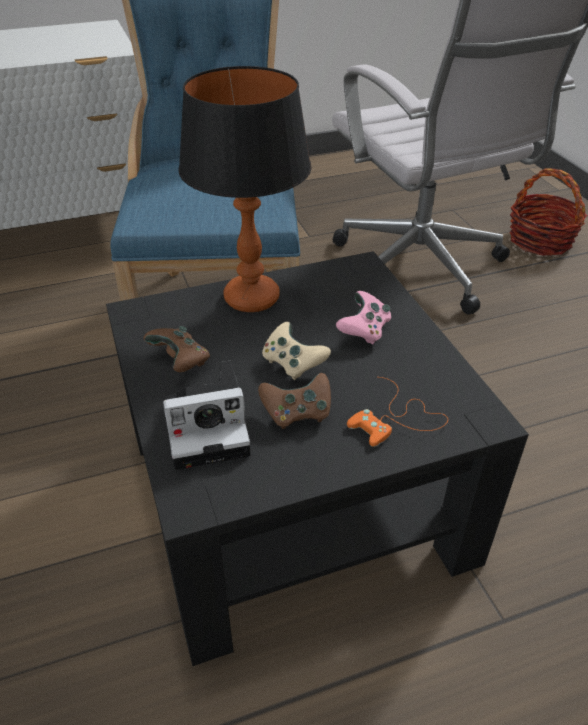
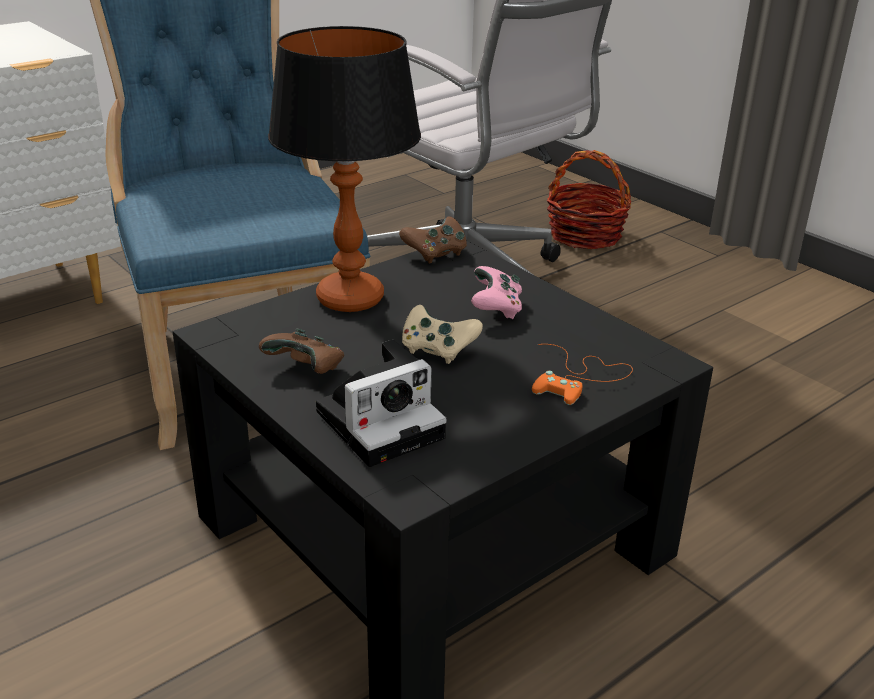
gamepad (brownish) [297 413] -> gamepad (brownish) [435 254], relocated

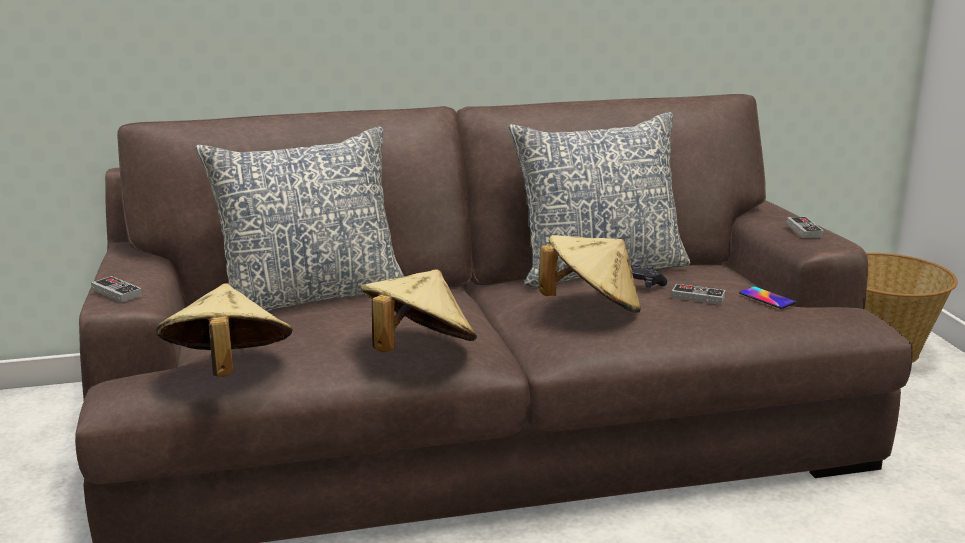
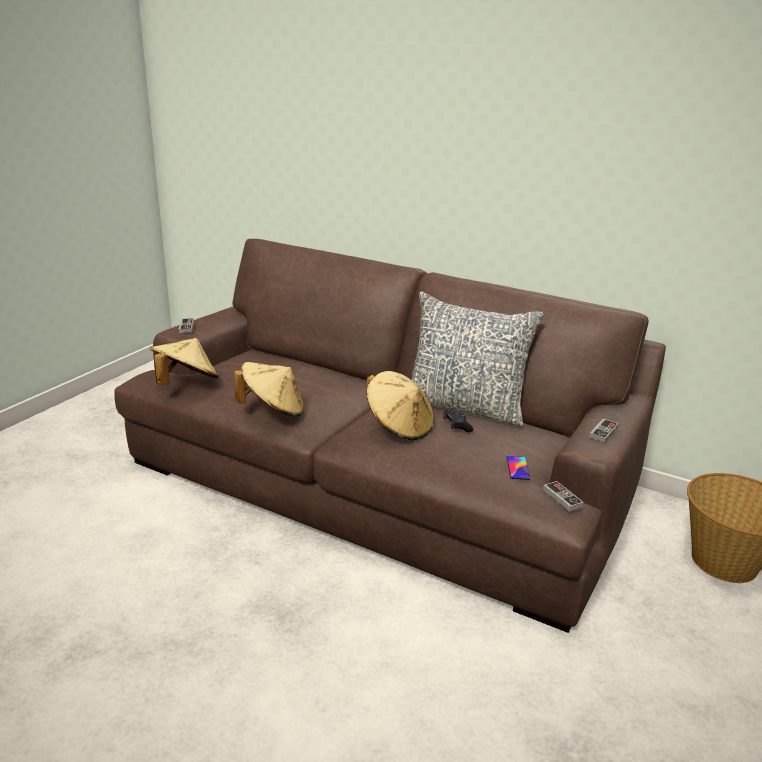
cushion [311 296] -> none
gamepad [698 297] -> gamepad [562 498], relocated

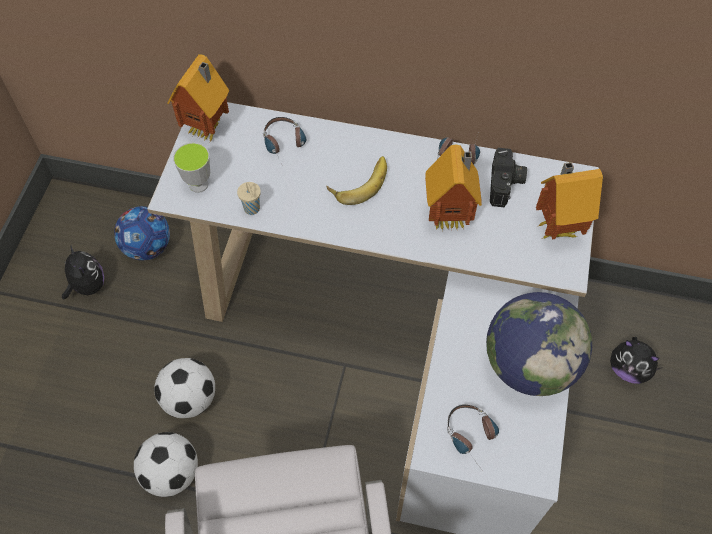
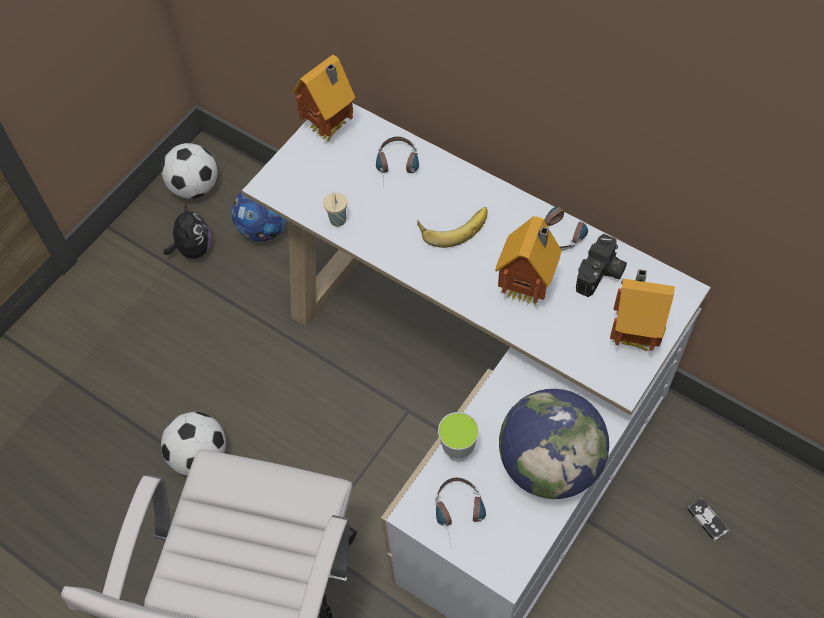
ball for football [190 398] -> ball for football [195 187], relocated
drinking cup [198 185] -> drinking cup [458 451], relocated
plush toy [628 369] -> gamepad [707 520]

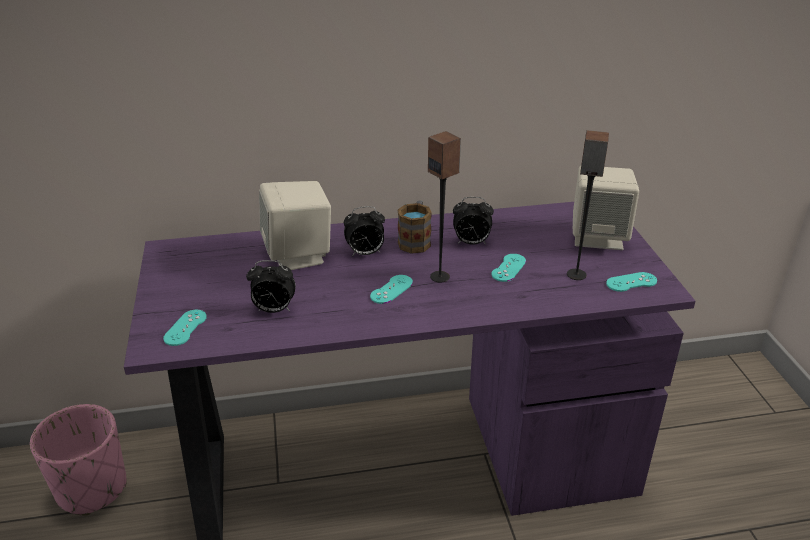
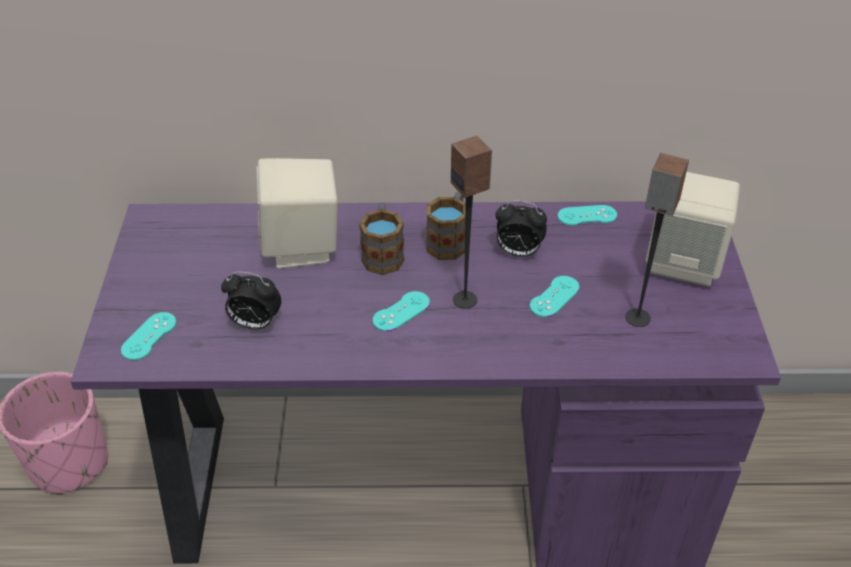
alarm clock [365 253] -> mug [383 253]
gamepad (blue-green) [631 282] -> gamepad (blue-green) [587 216], relocated

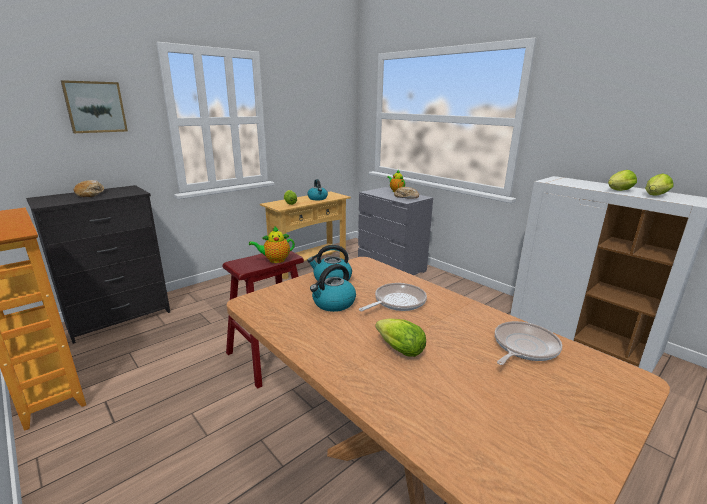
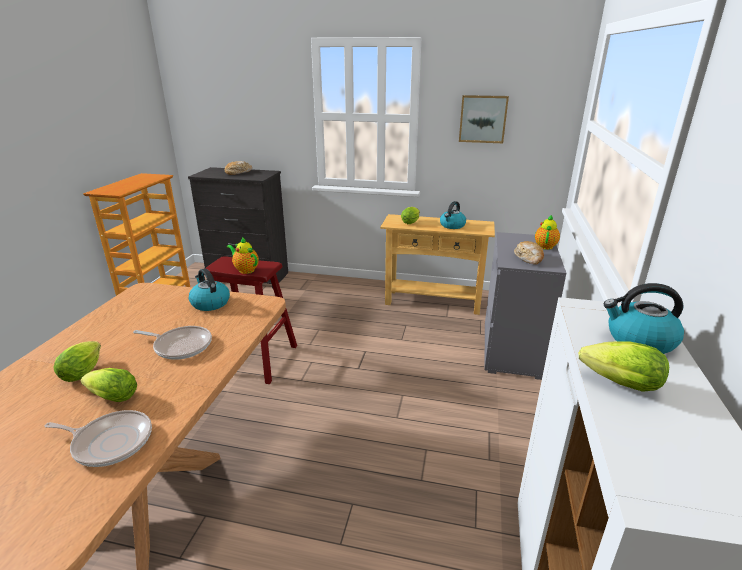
wall art [95 107] -> wall art [483 119], relocated
tea kettle [333 303] -> tea kettle [639 340], relocated
head of lettuce [654 196] -> head of lettuce [111 397], relocated

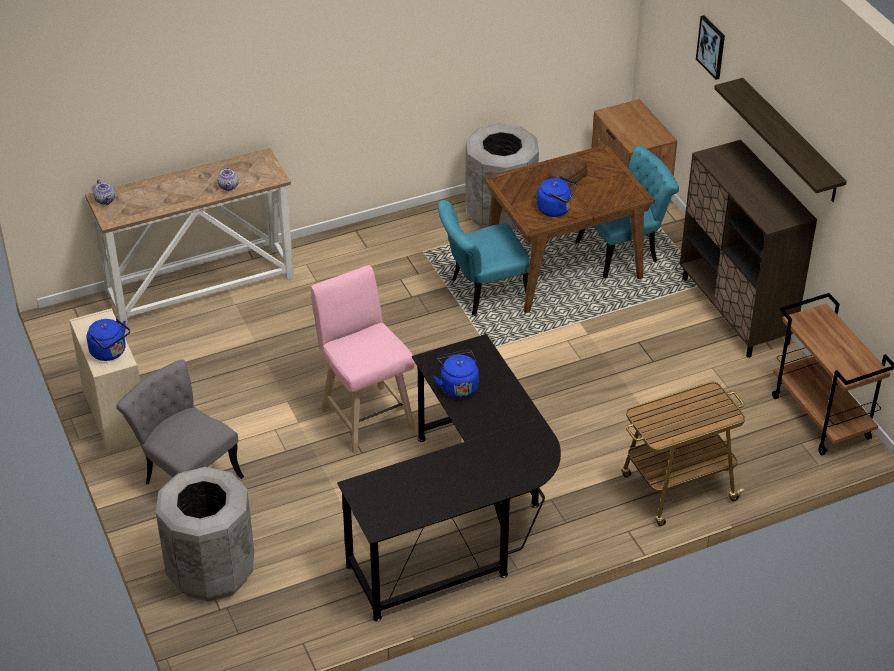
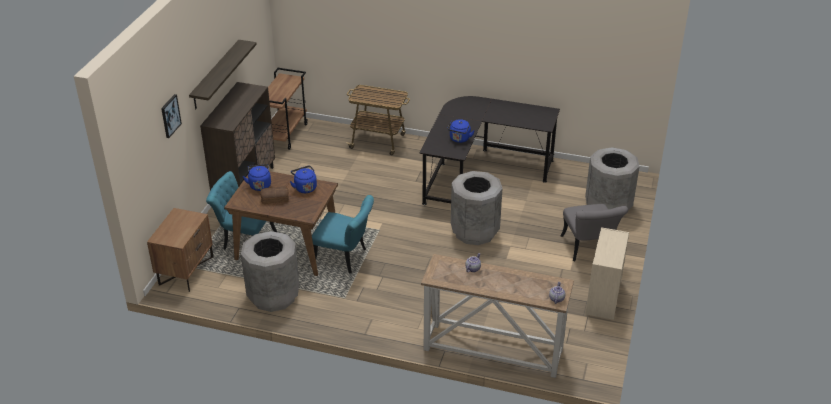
tea kettle (bluish) [110 352] -> tea kettle (bluish) [259 185], relocated
stool (pink-coloured) [365 416] -> trash can (greyish) [474 232]

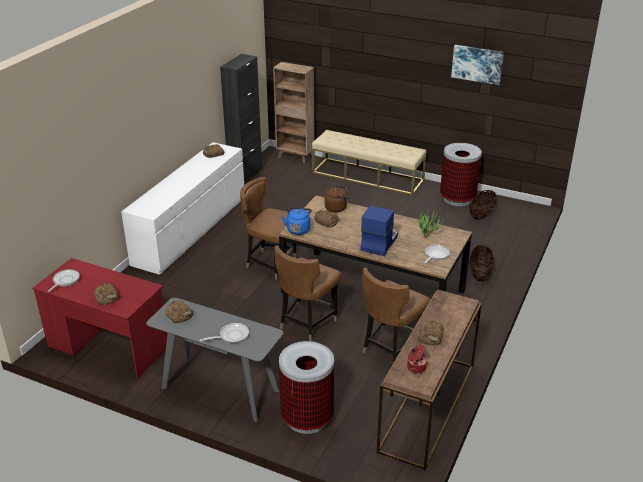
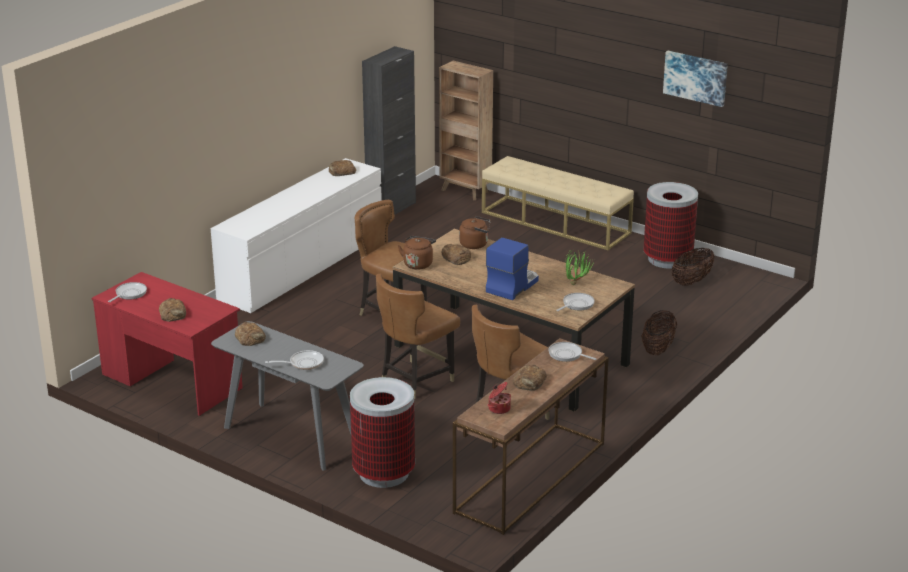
tea kettle (bluish) [298 229] -> tea kettle (brownish) [418 263]
none -> frying pan [567 355]

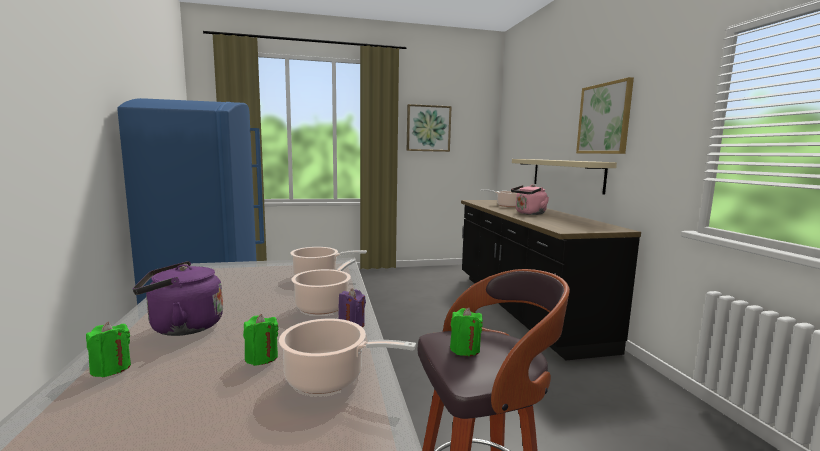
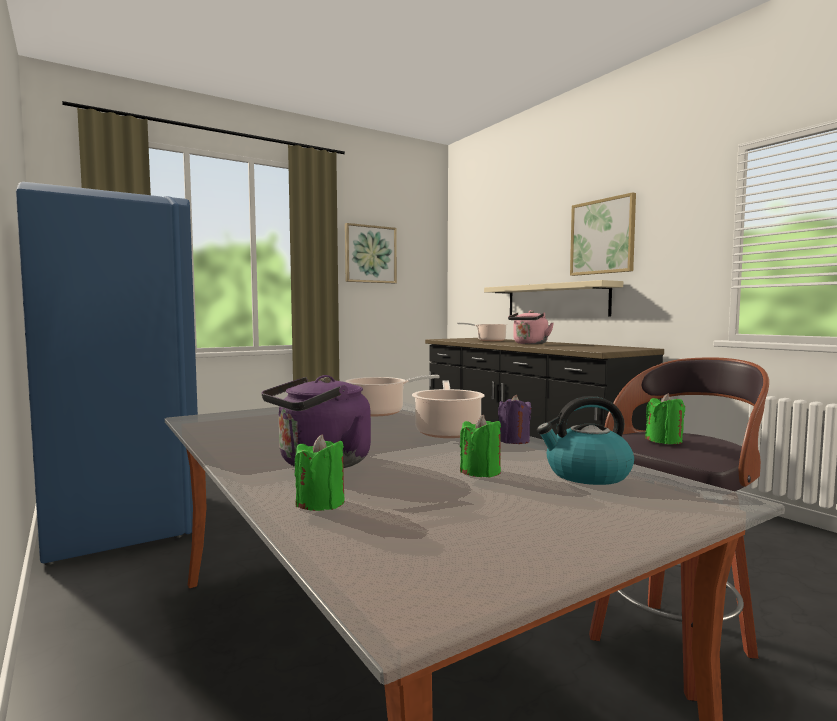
stockpot [329 378] -> tea kettle [586 475]

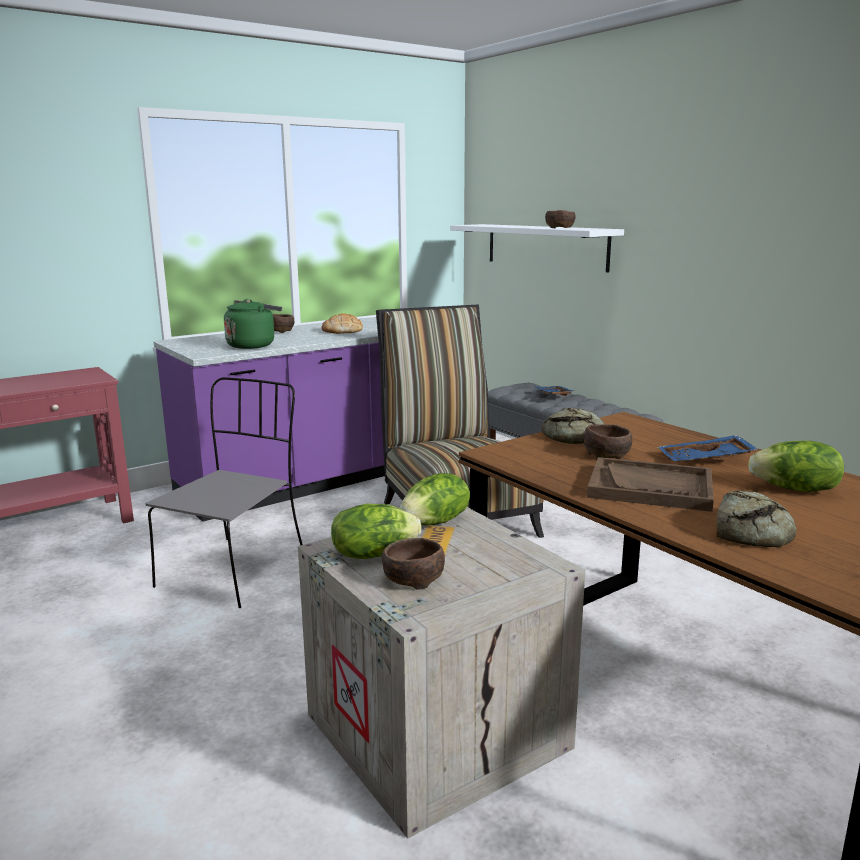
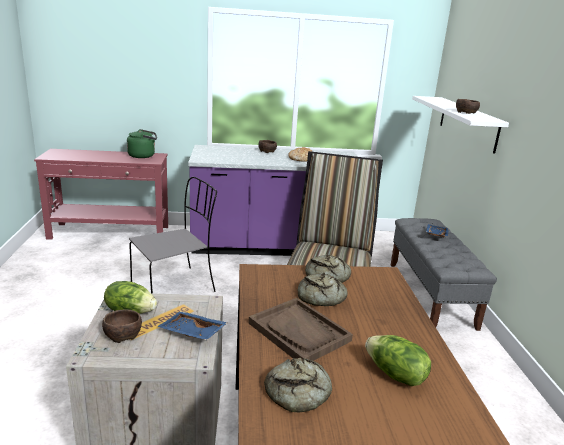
tea kettle (greenish) [253 345] -> tea kettle (greenish) [143 156], relocated
head of lettuce [436 522] -> none
bowl (brownish) [607 454] -> bread [320 297]
serving tray (bluish) [706 460] -> serving tray (bluish) [191 333], relocated

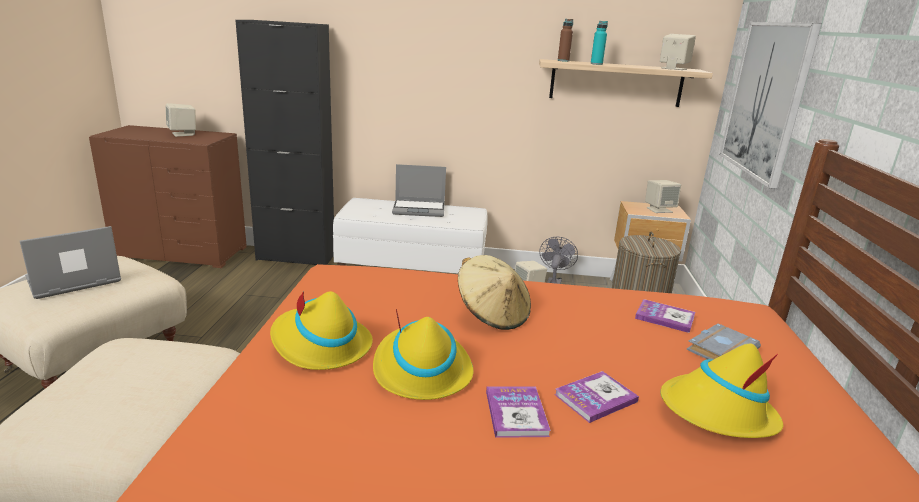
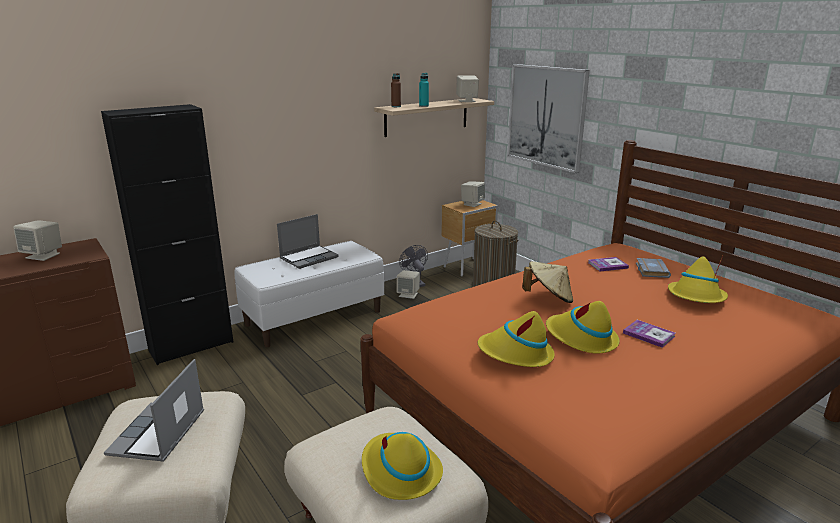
volume [595 398] -> none
none -> hat (yellow-coloured) [400 471]

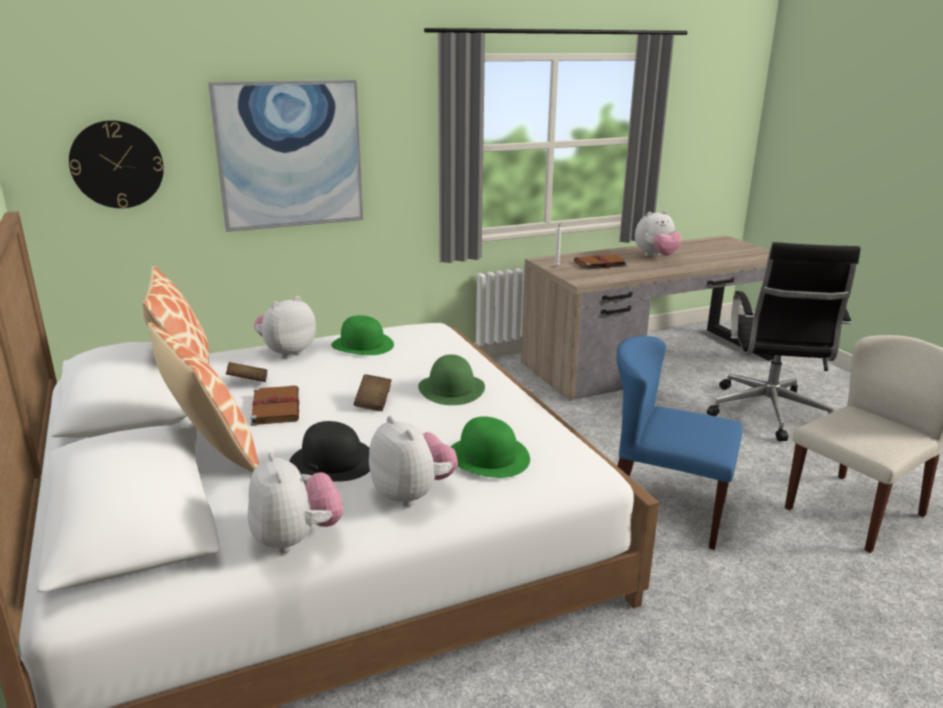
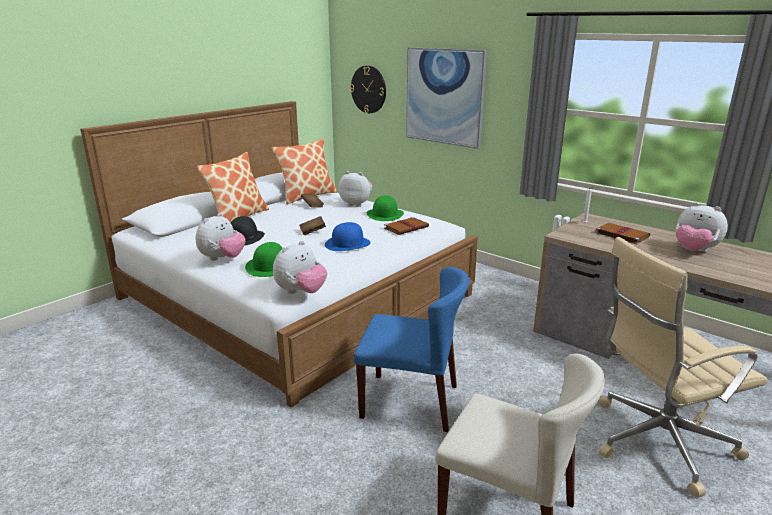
plush toy [296 539] -> plush toy [301 292], relocated
volume (brownish) [275 407] -> volume (brownish) [407 227], relocated
hat (greenish) [451 389] -> hat (bluish) [347 243]
plain chair (bluish) [664 511] -> plain chair (bluish) [411 401], 105 degrees clockwise
computer chair (black-coloured) [768 414] -> computer chair (sand-coloured) [656 442]

